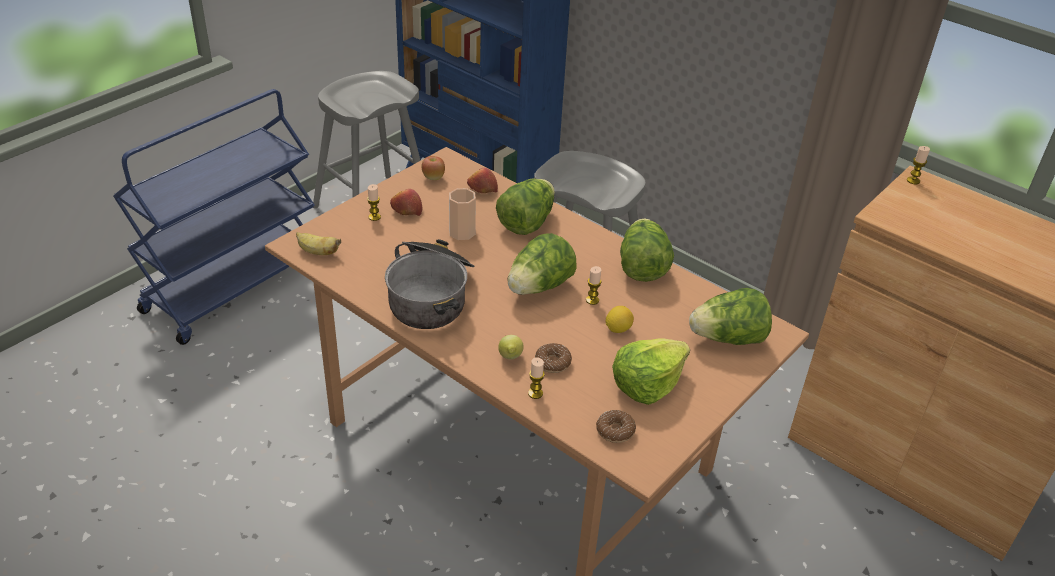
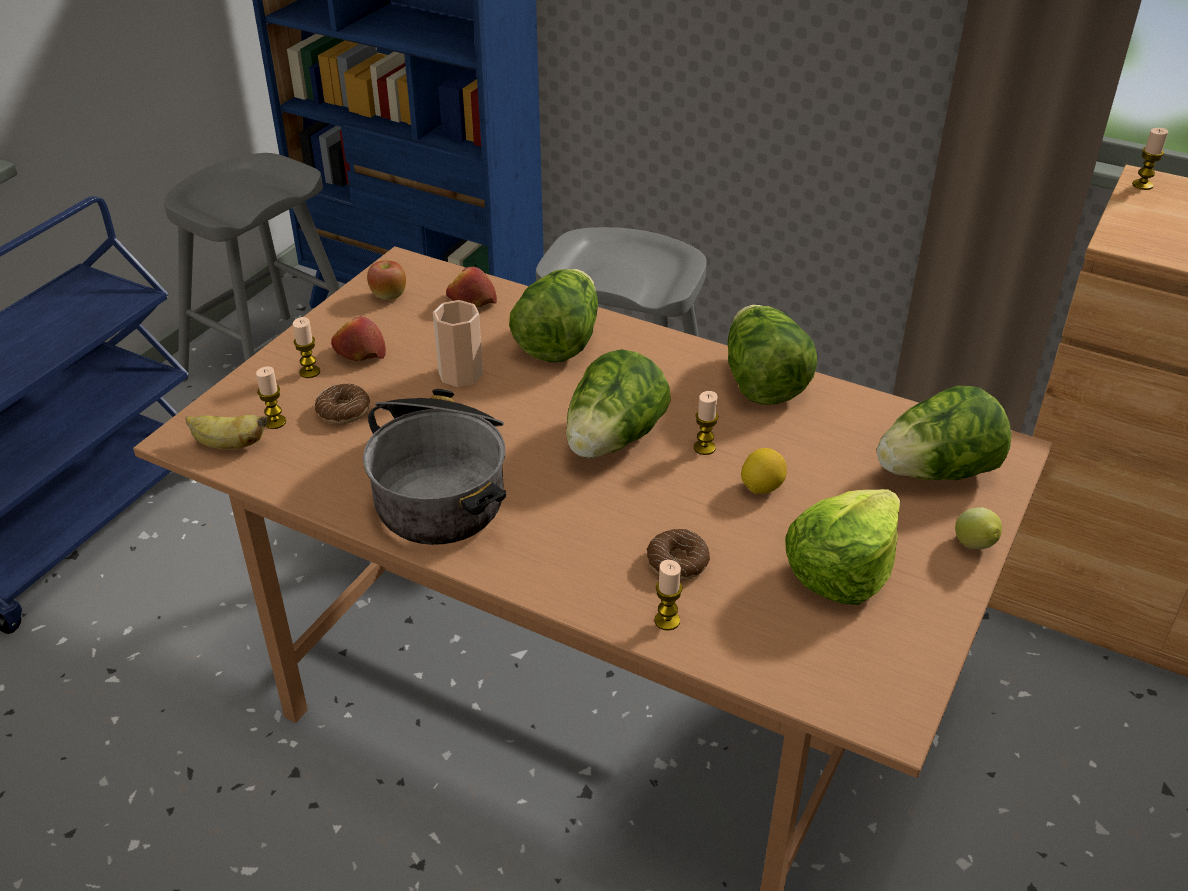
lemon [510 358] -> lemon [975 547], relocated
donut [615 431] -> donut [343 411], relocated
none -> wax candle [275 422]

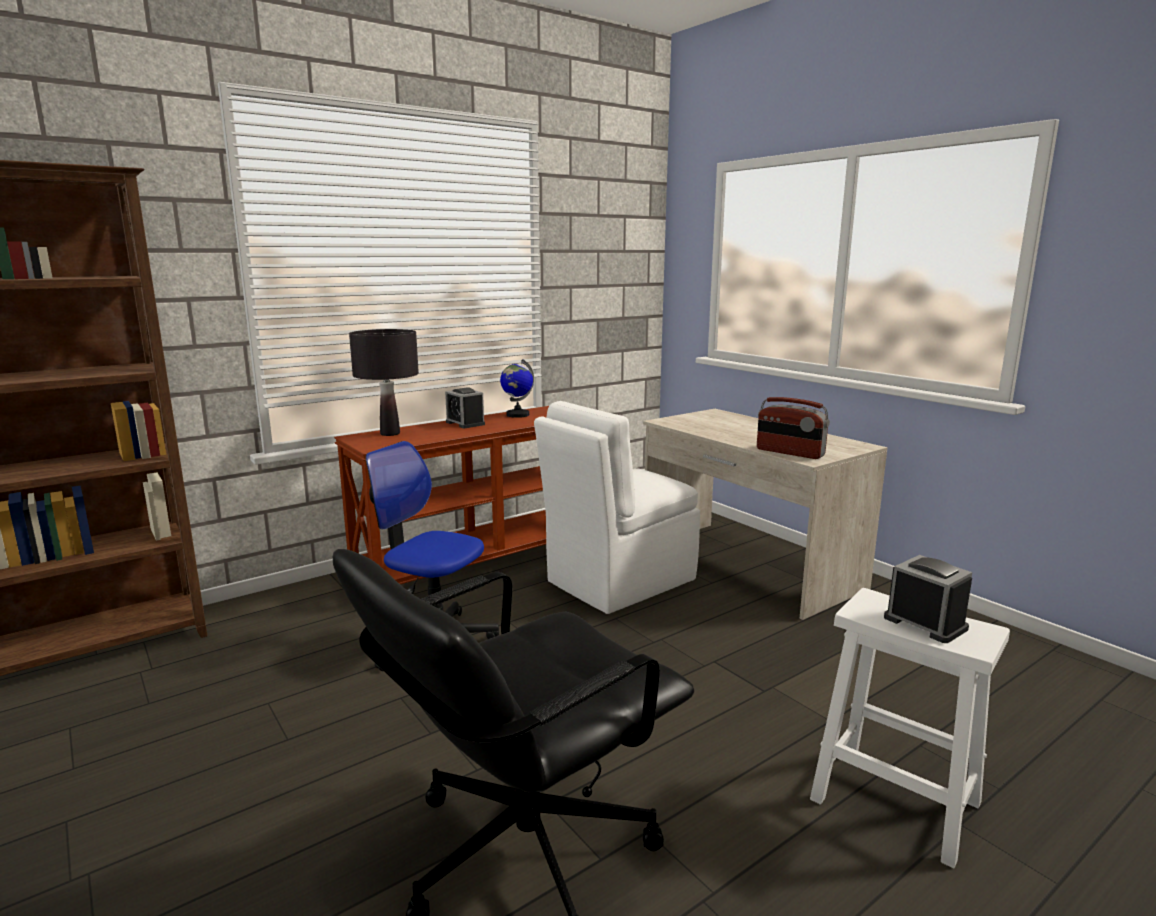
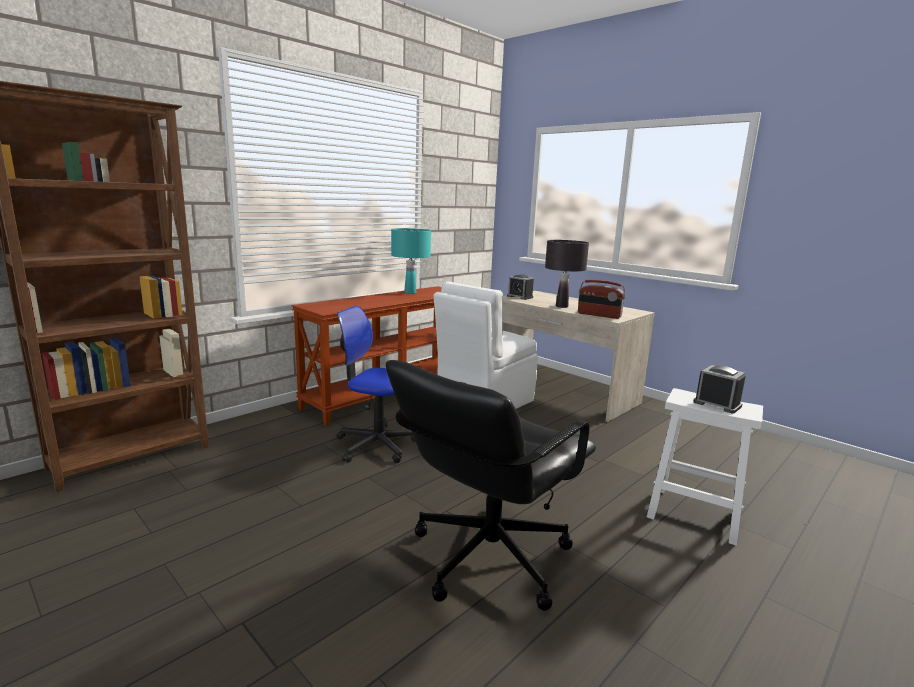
lamp for a table (black-coloured) [390 433] -> lamp for a table (black-coloured) [561 306], relocated
alarm clock [465 423] -> alarm clock [520 297], relocated
desk globe [517 415] -> lamp for a table (blue-green) [410 292]

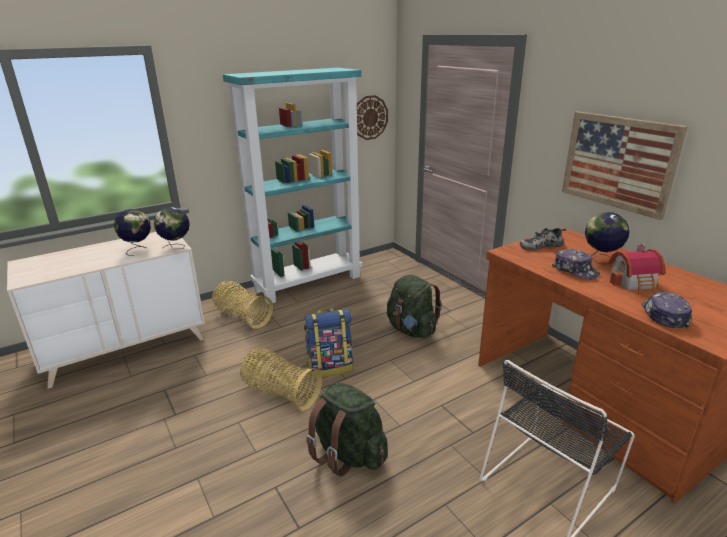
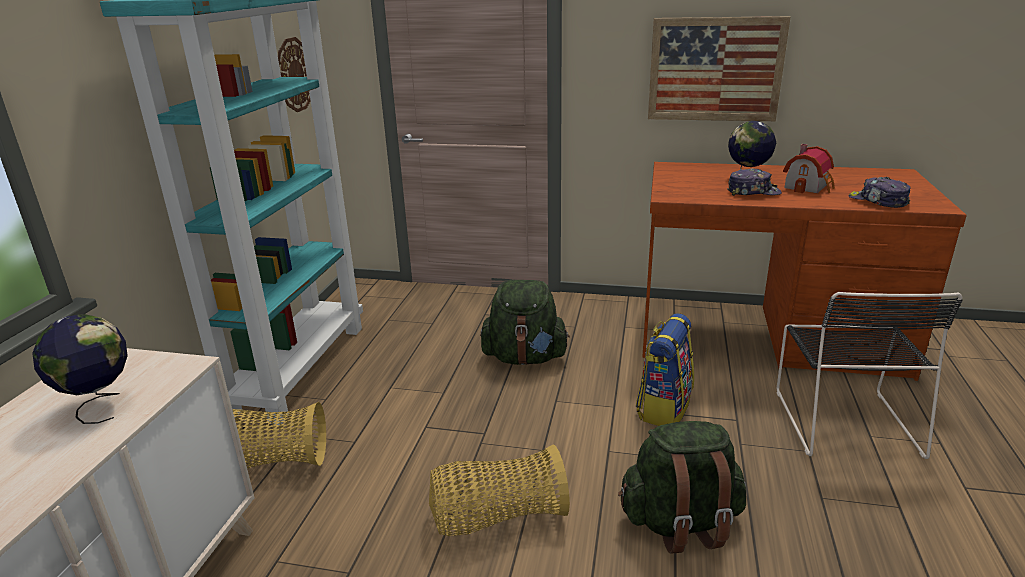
desk globe [176 247] -> none
backpack [330 367] -> backpack [663 407], relocated
low shoe [541 245] -> none

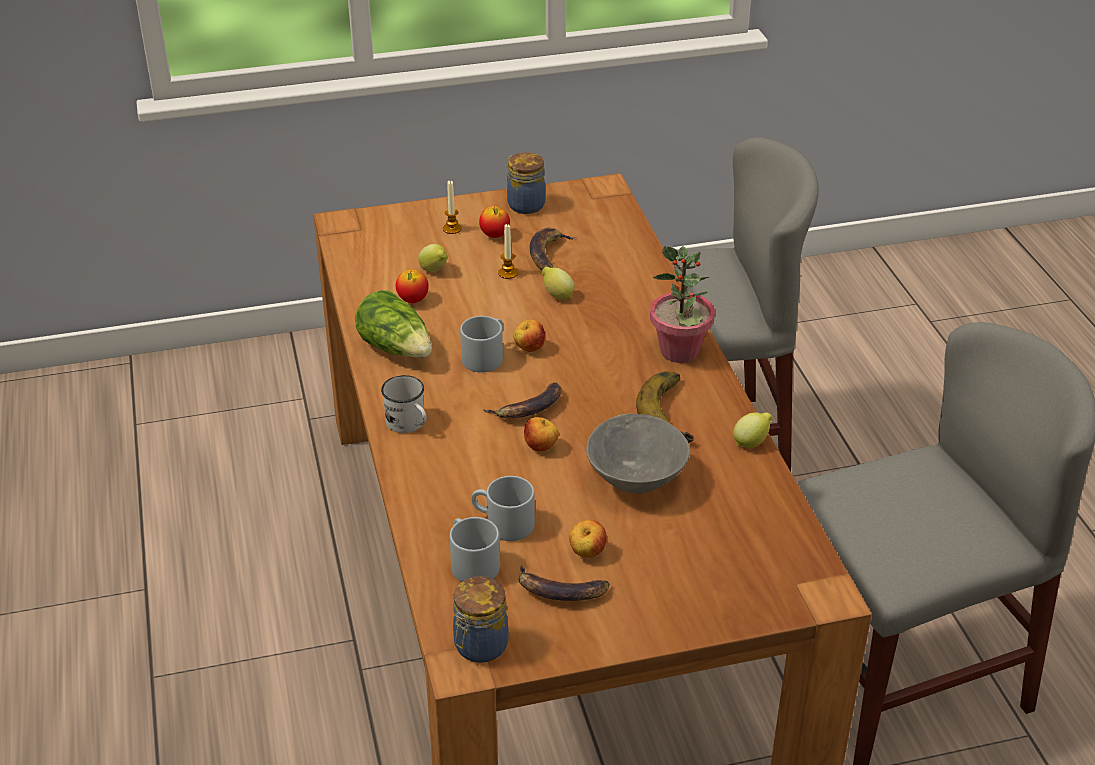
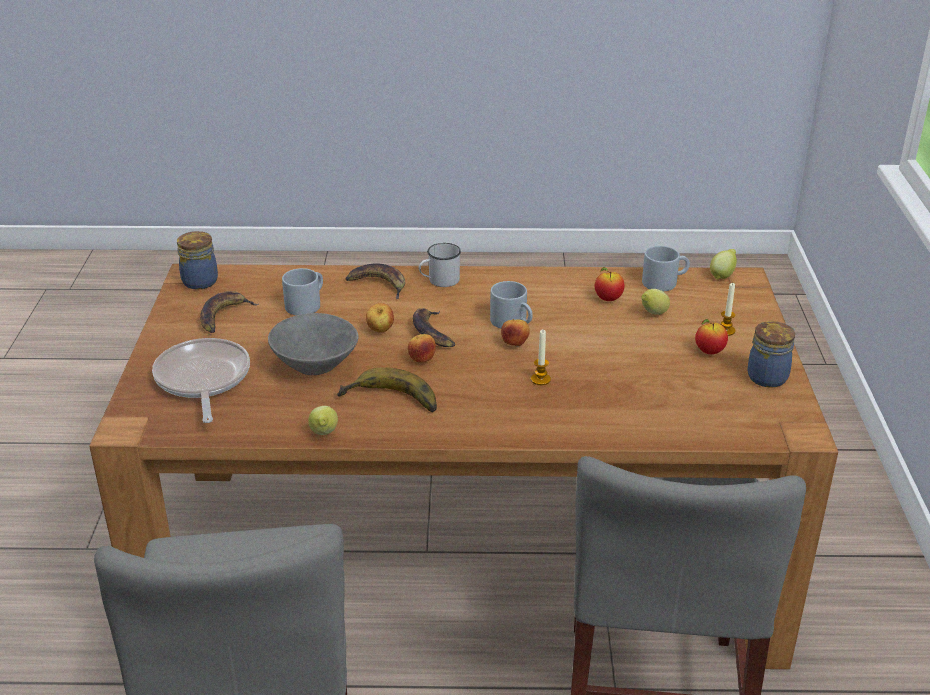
head of lettuce [397 348] -> none
mug (greyish) [470 562] -> mug (greyish) [664 282], relocated
wax candle [508 273] -> wax candle [540 379], relocated
banana fruit [548 254] -> banana fruit [379 284], relocated
lemon [557 296] -> lemon [722 275], relocated
apple [587 553] -> apple [421 360], relocated
potted plant [679 351] -> none
none -> frying pan [202 380]

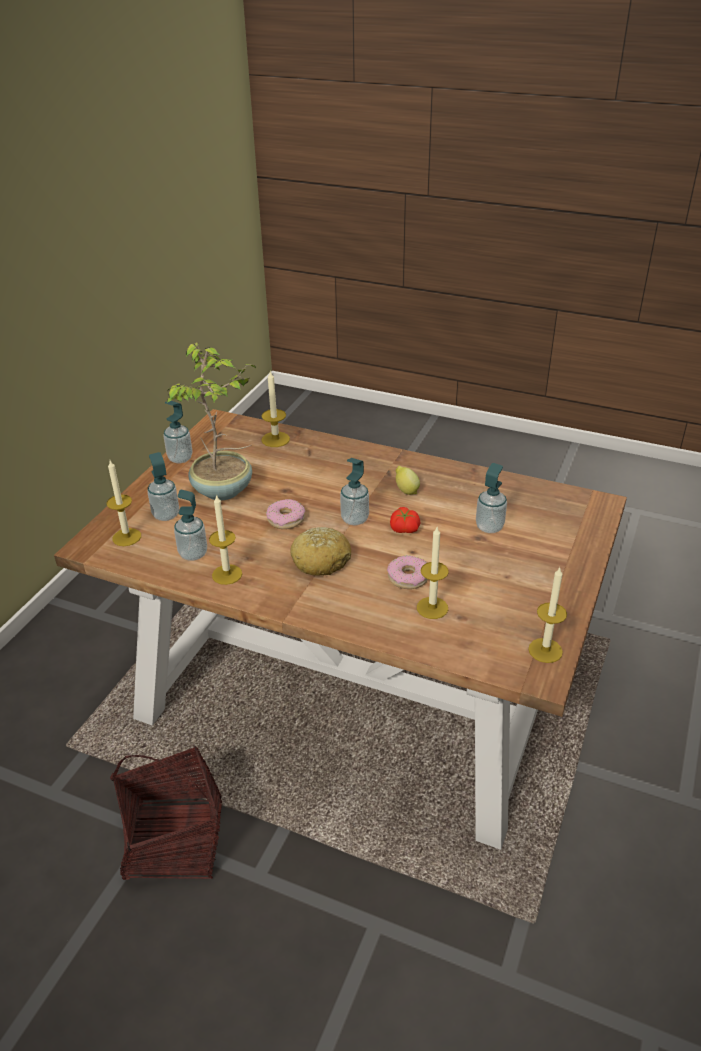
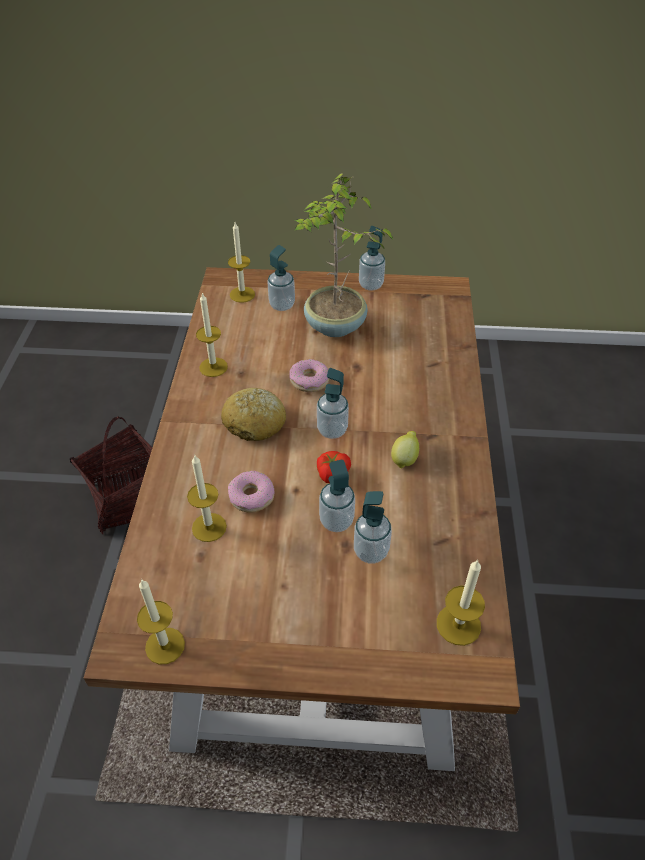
soap bottle [193 554] -> soap bottle [336 521], relocated
wax candle [275 439] -> wax candle [458 624], relocated

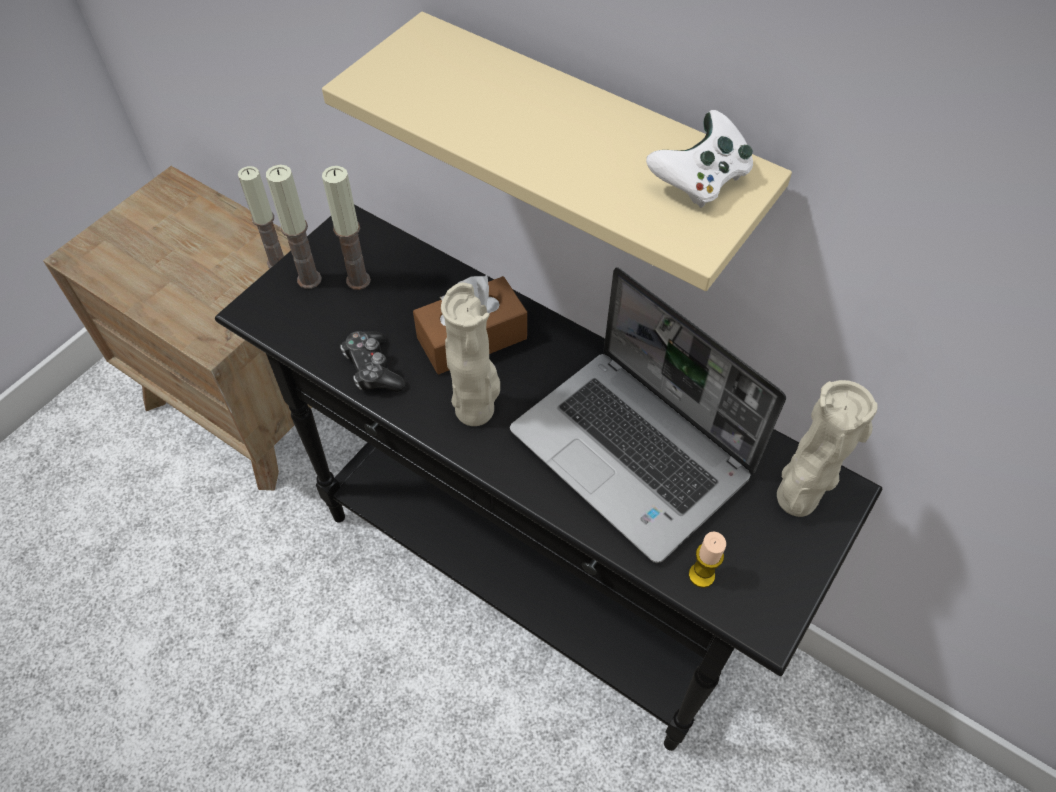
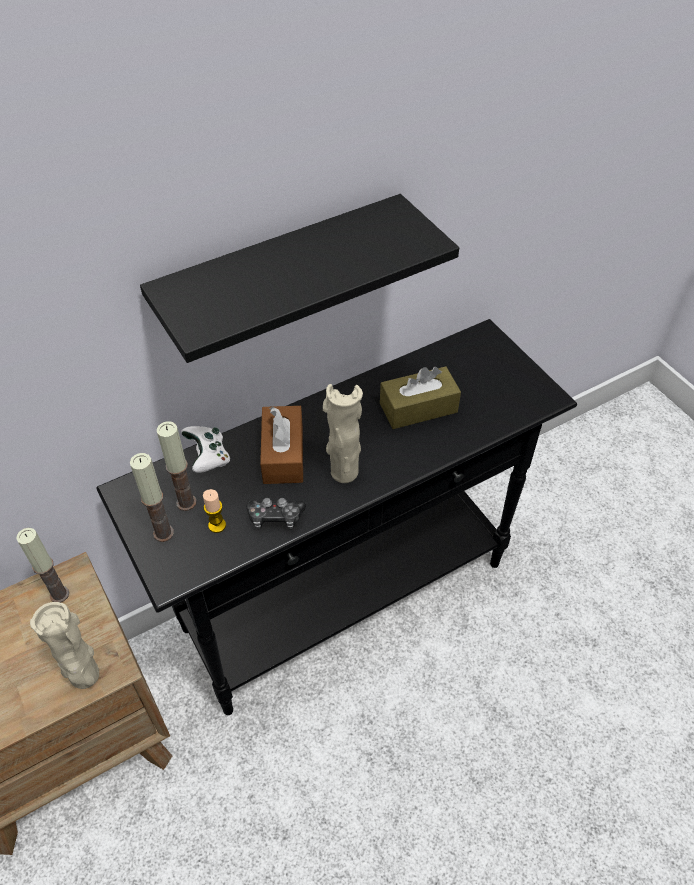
shelf (sand-coloured) [588 148] -> shelf (black-coloured) [281 279]
laptop [633 454] -> tissue box (brownish) [418 407]
gamepad (whitish) [699 181] -> gamepad (whitish) [208 458], relocated
wax candle [701 575] -> wax candle [217 525], relocated
vase (sand-coloured) [795 501] -> vase (sand-coloured) [86 677], relocated

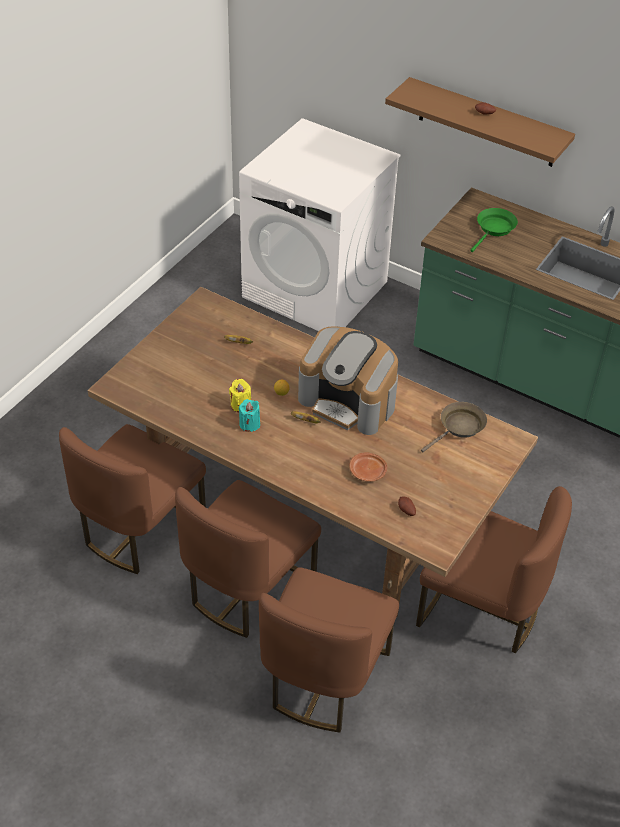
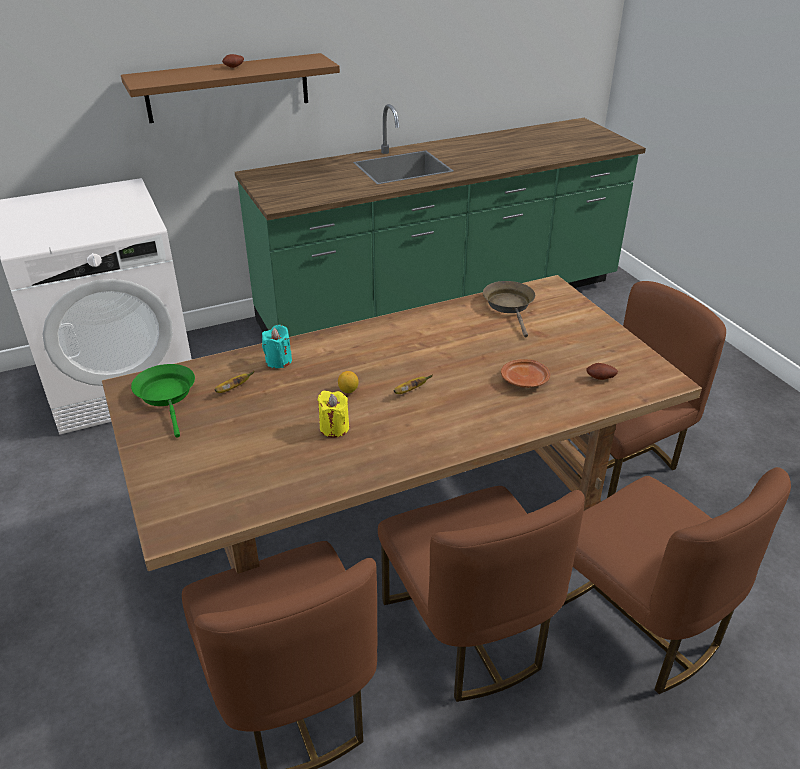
wax candle (blue-green) [249 424] -> wax candle (blue-green) [278 361], relocated
coffee brewer [349 401] -> none
frying pan (greenish) [494 229] -> frying pan (greenish) [167 396], relocated

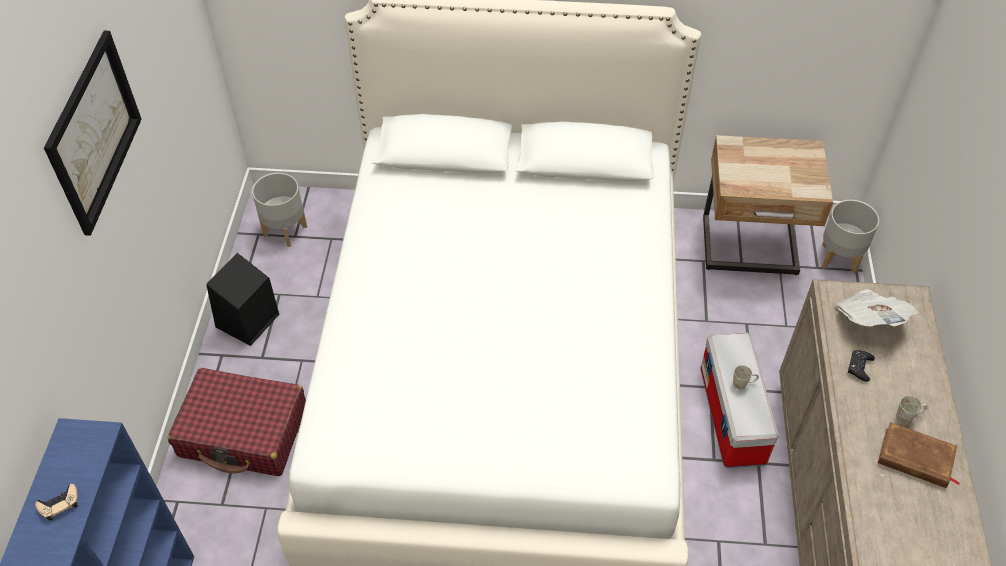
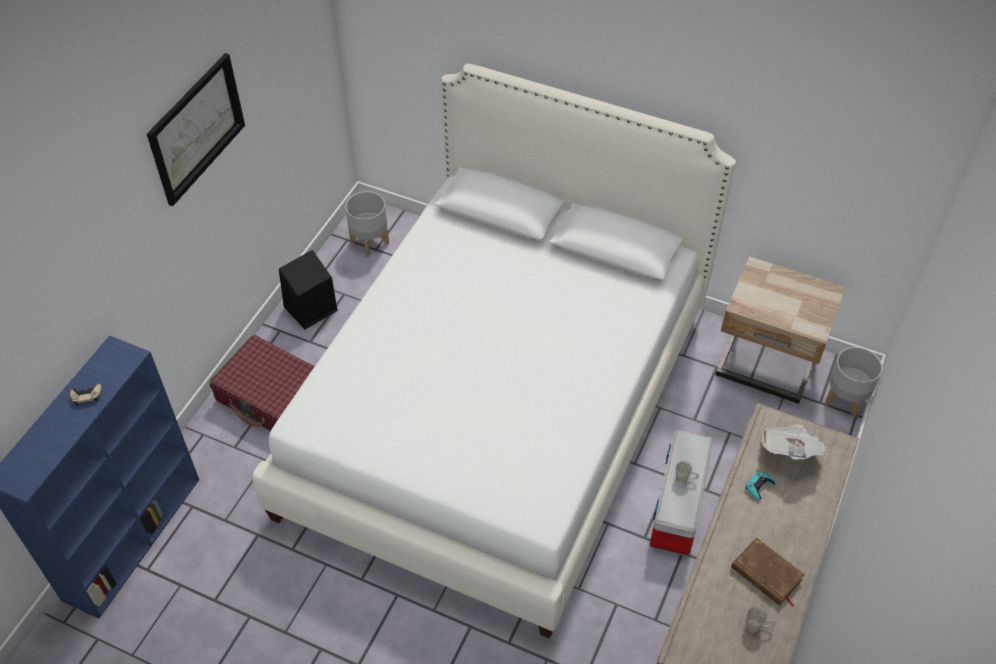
gamepad (black-coloured) [860 367] -> gamepad (blue-green) [758 487]
mug (whitish) [908 416] -> mug (whitish) [757 626], relocated

